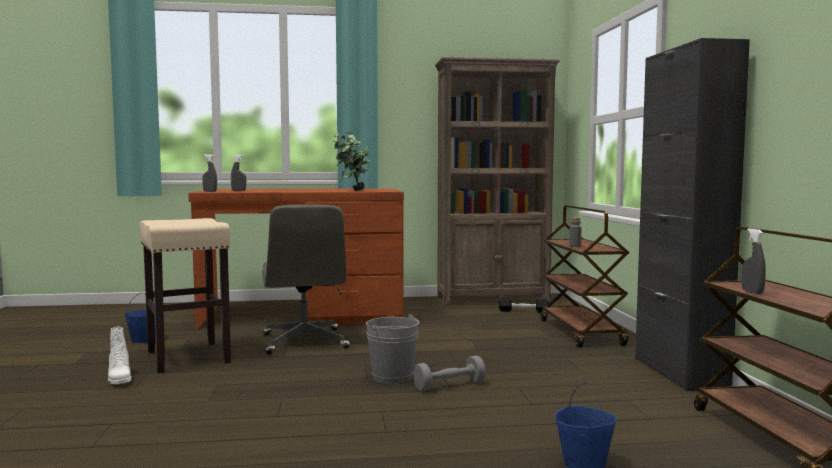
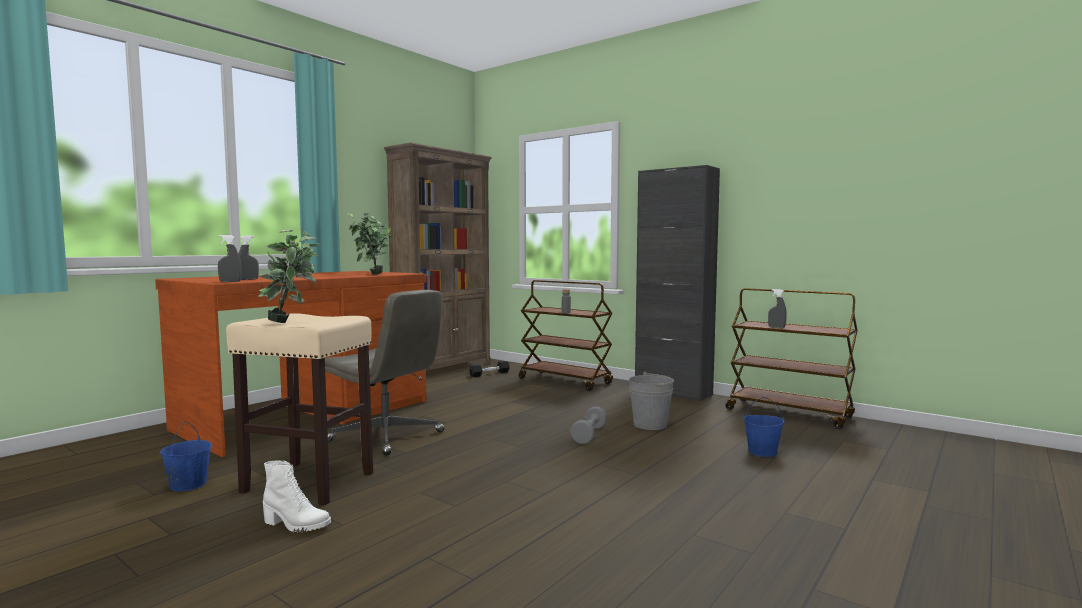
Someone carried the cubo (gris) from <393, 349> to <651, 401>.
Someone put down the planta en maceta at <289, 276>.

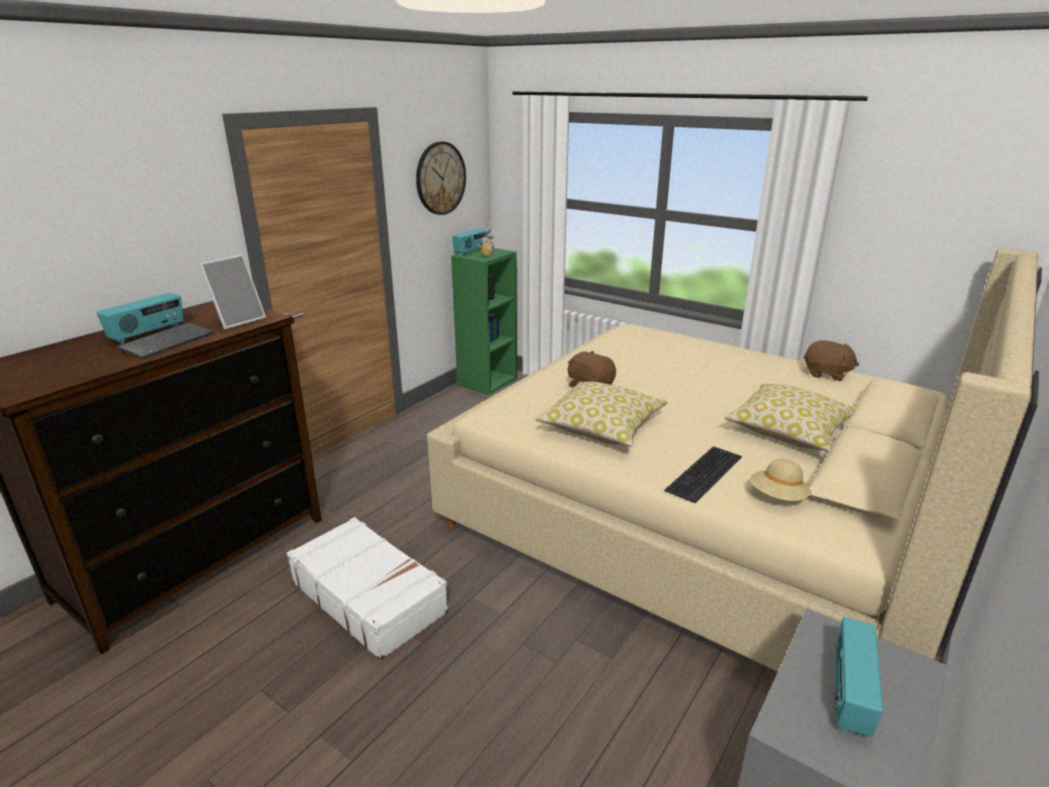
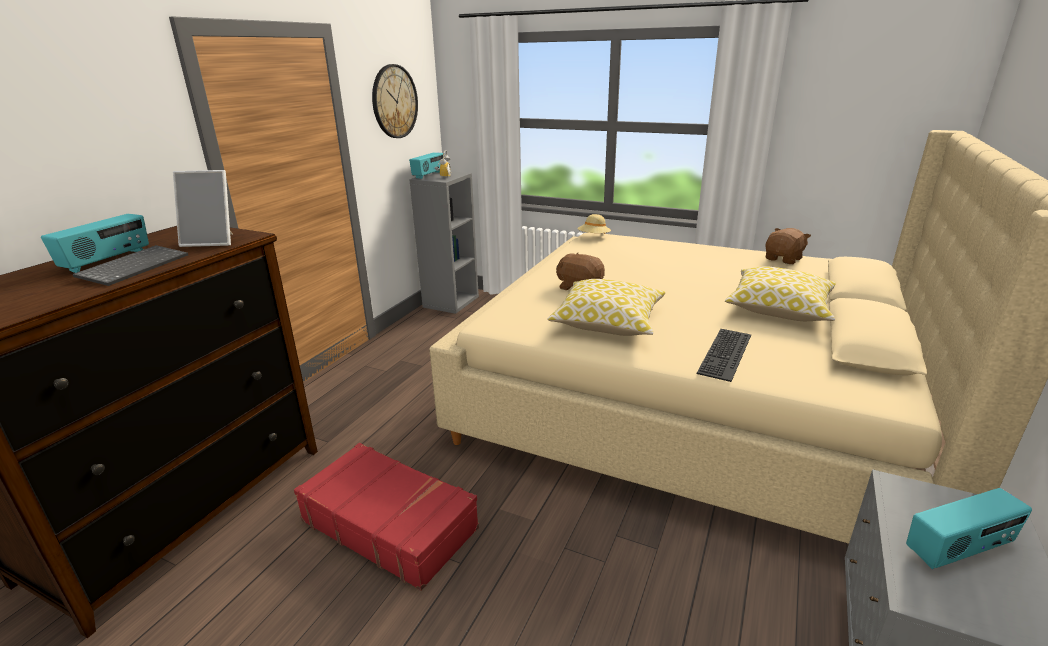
Someone repainted the estantería (verde) at <484, 321>, which became the estantería (gris) at <444, 242>.
Someone rotated the portarretratos at <232, 292> by 60 degrees clockwise.
Someone rotated the peluche (marrón) at <831, 361> by 60 degrees counterclockwise.
Someone carried the sombrero (beis) from <781, 480> to <594, 224>.
Someone repainted the maleta (blanco) at <367, 589>, which became the maleta (rojo) at <386, 517>.
Someone rotated the radio at <858, 677> by 120 degrees counterclockwise.

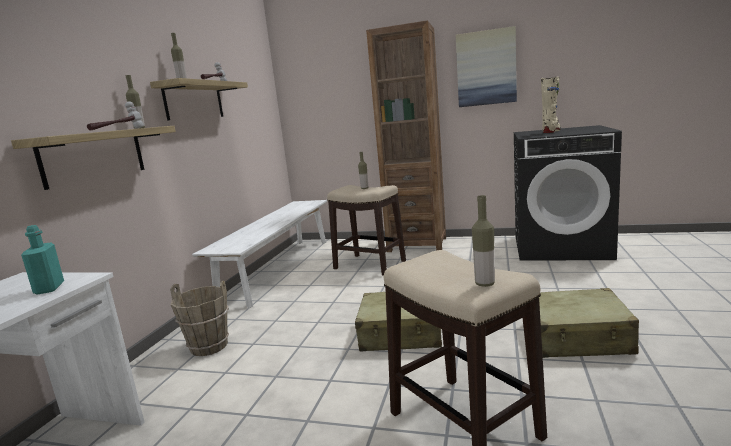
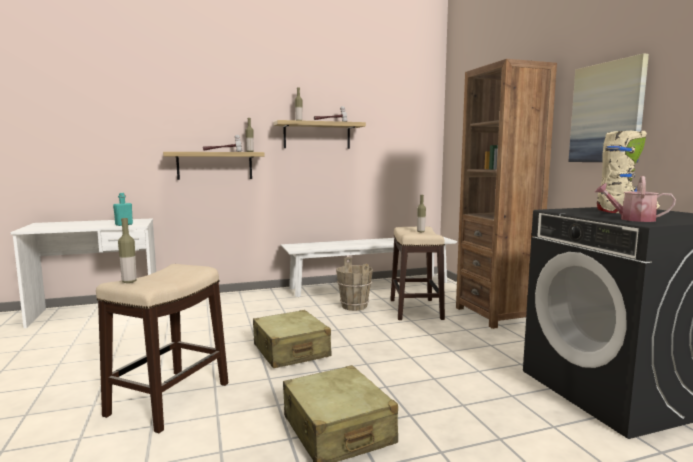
Someone carried the cubo (marrón) from <199, 318> to <354, 284>.
Someone put down the regadera at <635, 199>.

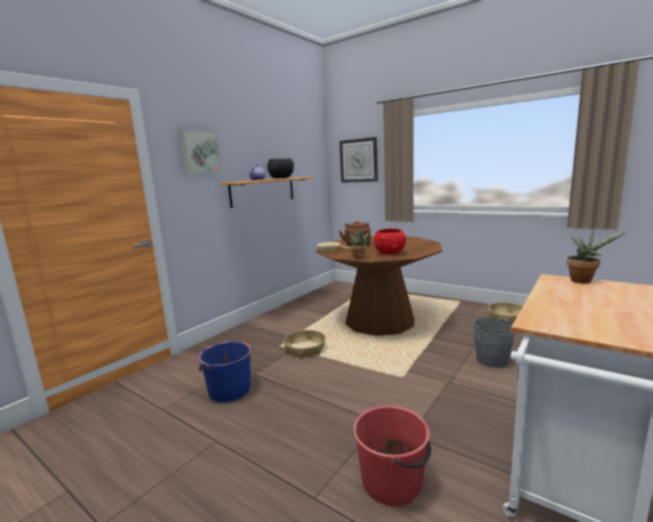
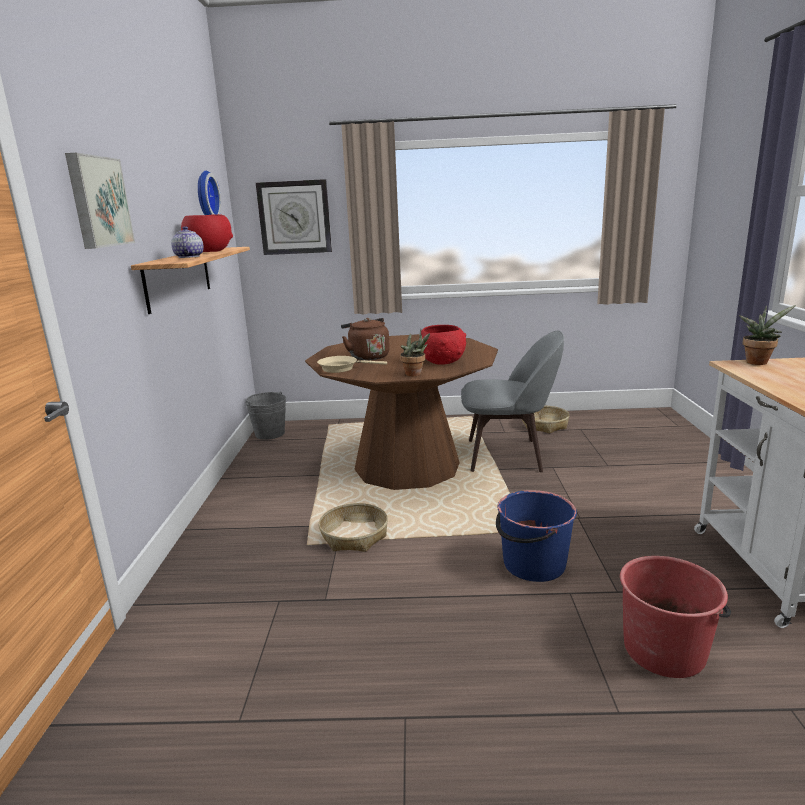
Someone repainted the cuenco (negro) at <280, 168>, which became the cuenco (rojo) at <207, 233>.
Someone carried the cubo (gris) from <493, 342> to <265, 416>.
Someone carried the cubo (azul) from <224, 371> to <536, 536>.
Someone put up the reloj de pared at <209, 192>.
Someone put down the silla (gris) at <512, 401>.

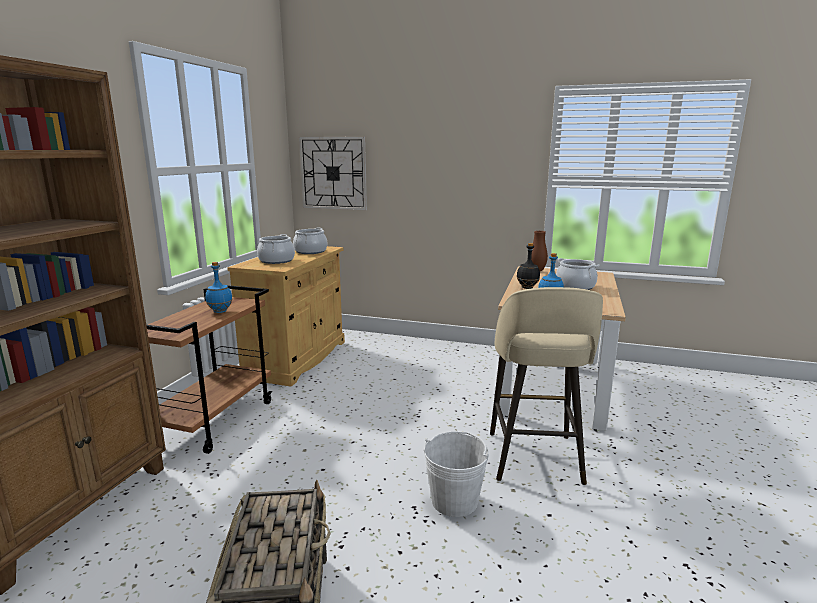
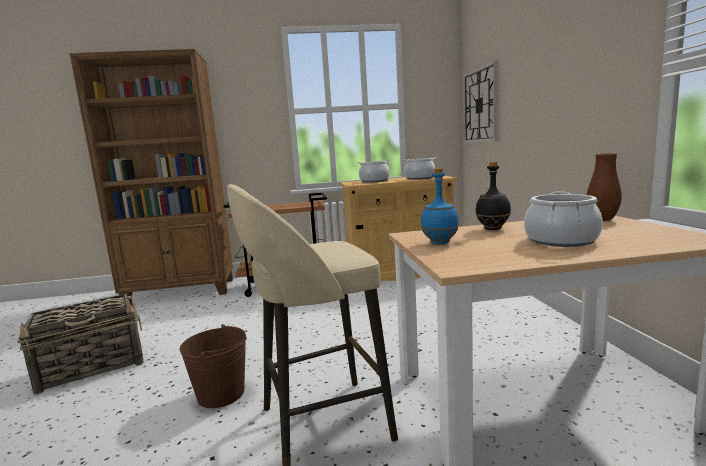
Someone took away the botella (azul) at <219, 287>.
Someone repainted the cubo (blanco) at <456, 474>, which became the cubo (marrón) at <213, 366>.

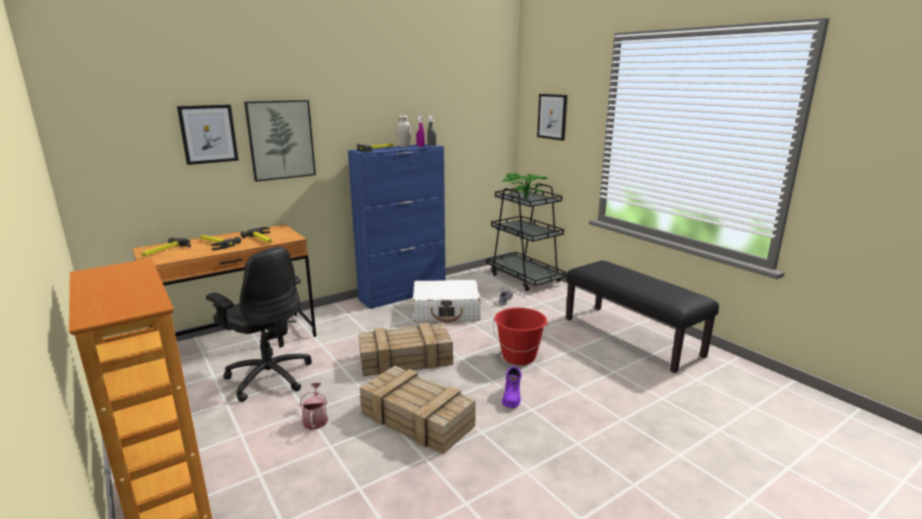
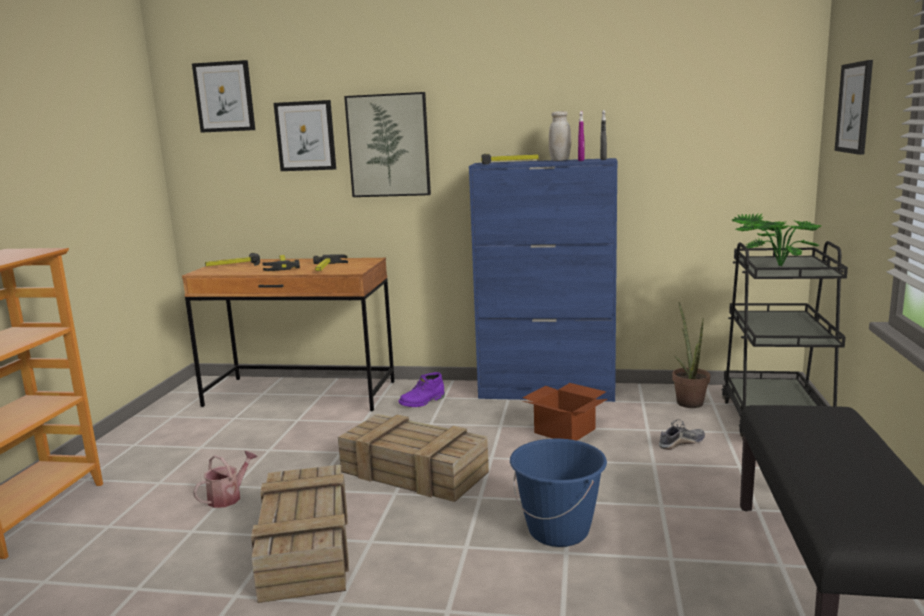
Someone took away the silla de oficina (negro) at <259, 324>.
Someone swapped the maleta (blanco) at <447, 301> for the caja de cartón at <565, 412>.
Someone repainted the cubo (rojo) at <520, 336>, which became the cubo (azul) at <558, 493>.
Someone carried the bota (morado) from <512, 387> to <421, 389>.
Someone put up the cuadro at <223, 96>.
Someone put down the planta en maceta at <691, 355>.

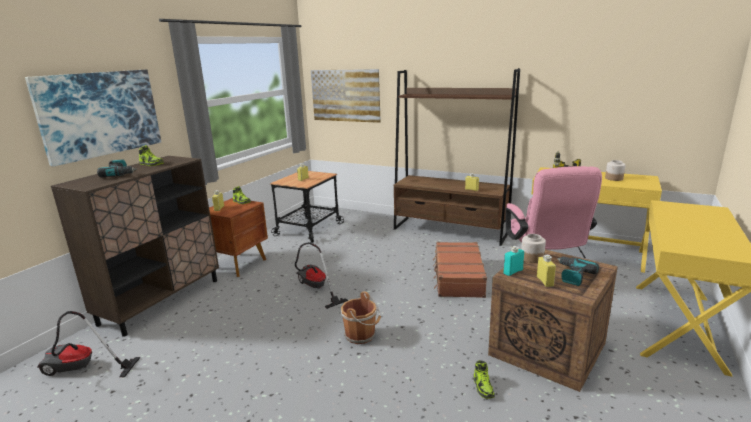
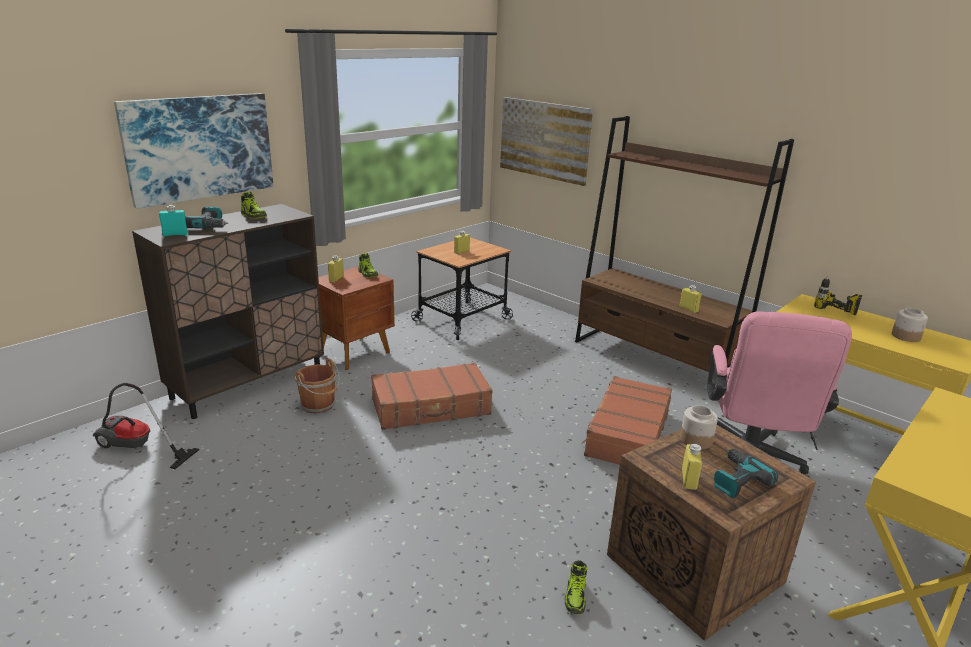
Someone swapped the aspiradora at <321, 275> for the maleta (marrón) at <431, 396>.
Someone carried the botella (turquesa) from <514, 261> to <173, 221>.
Someone carried the cubo (marrón) from <361, 318> to <317, 386>.

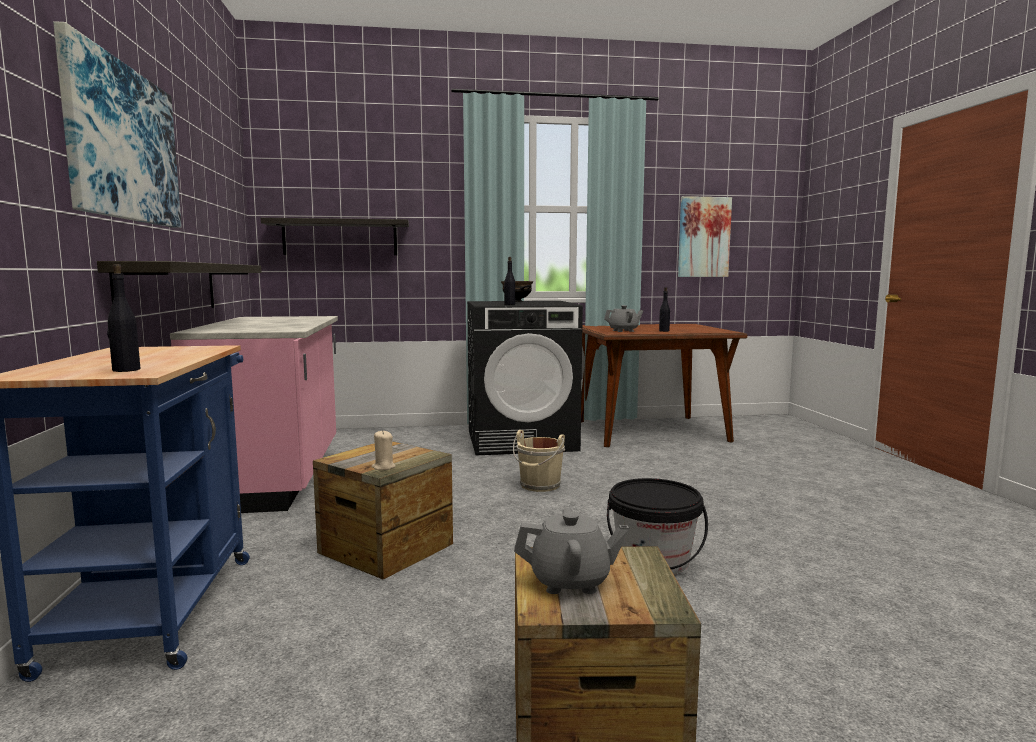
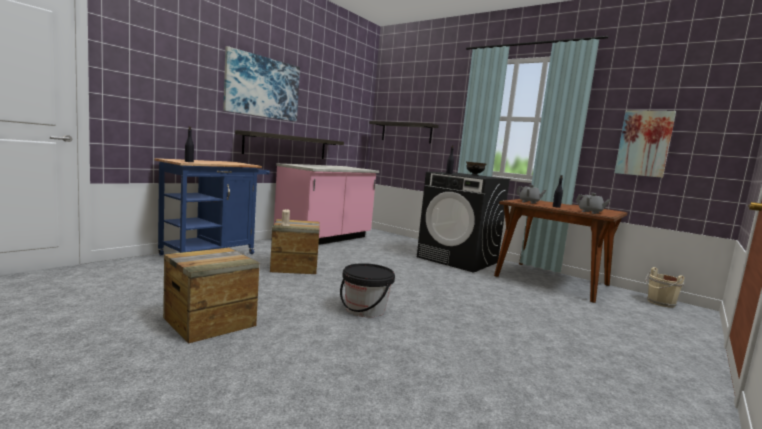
Someone carried the cubo (beis) from <539, 461> to <664, 287>.
Someone carried the tetera (gris) from <571, 551> to <593, 203>.

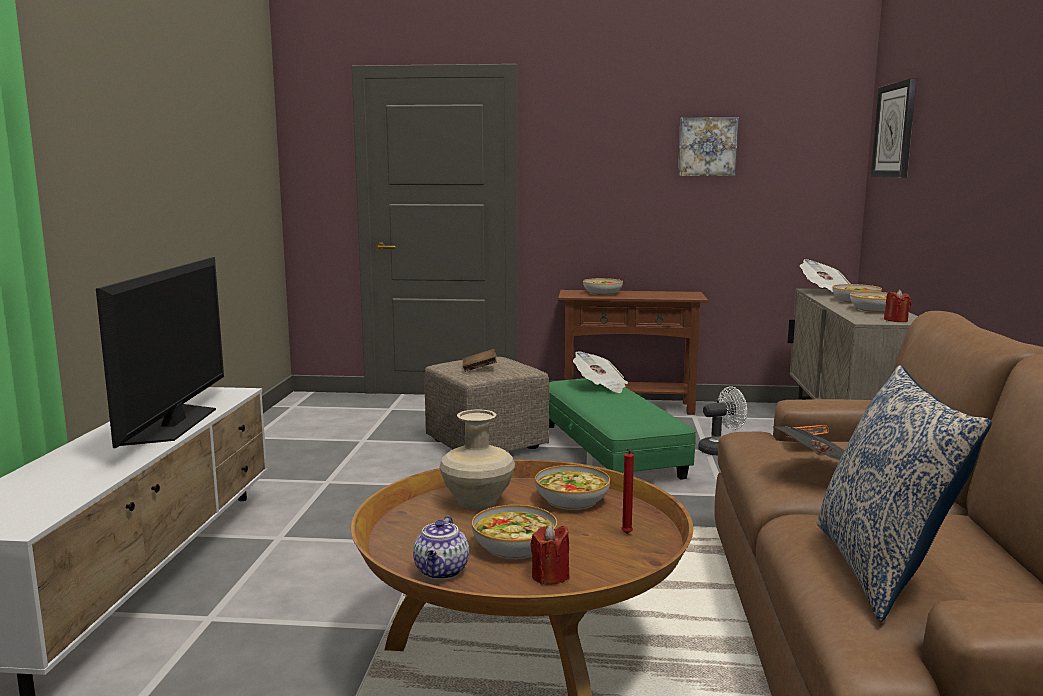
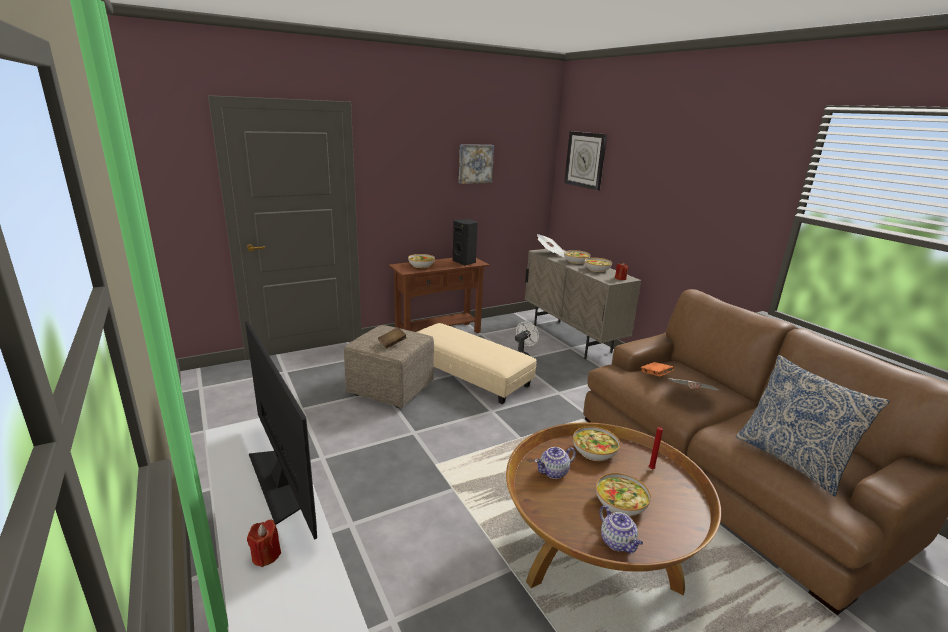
Someone took away the periódico at <600, 372>.
Someone repainted the puf (verde) at <622, 429>, which became the puf (beis) at <476, 363>.
Someone swapped the florero (beis) at <477, 460> for the tetera at <555, 463>.
Someone carried the vela (rojo) from <550, 554> to <264, 543>.
Someone put down the altavoz (negro) at <465, 242>.

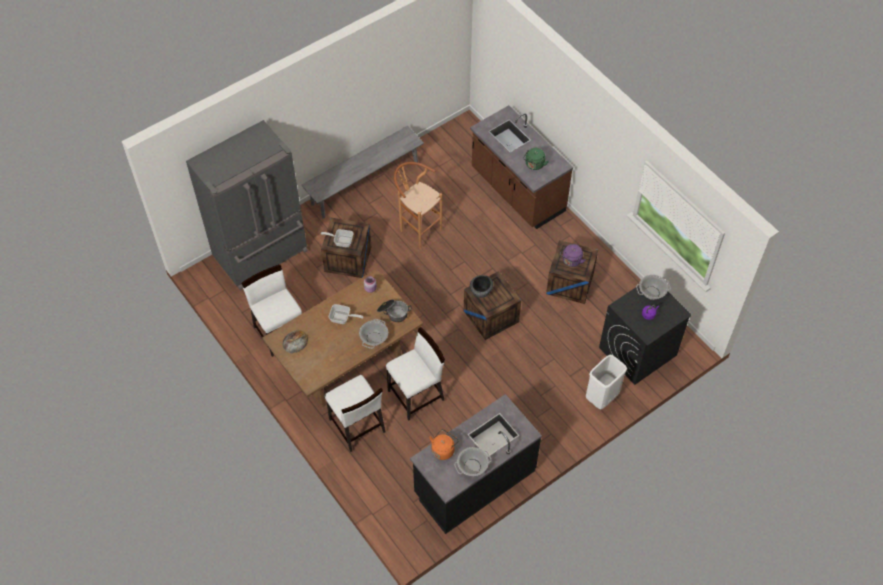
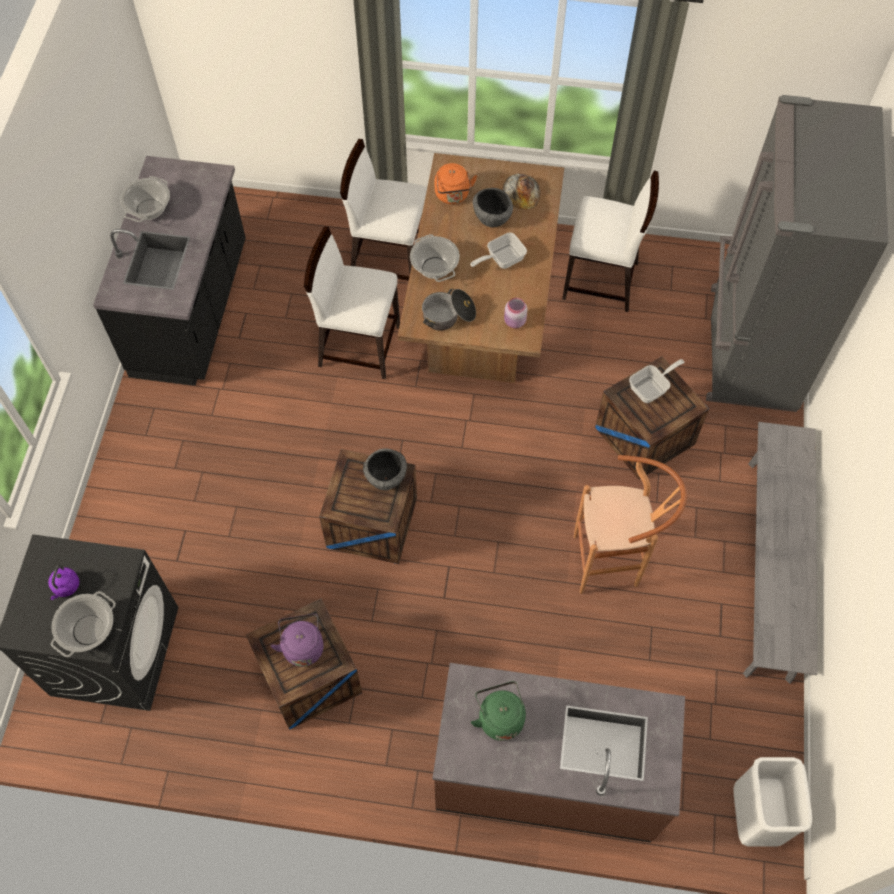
Someone rotated the silla (blanco) at <415, 374> by 90 degrees clockwise.
Someone carried the papelera (blanco) from <606, 381> to <773, 802>.
Someone carried the hervidor (naranja) from <444, 444> to <456, 183>.
Someone put down the cuenco at <493, 207>.

